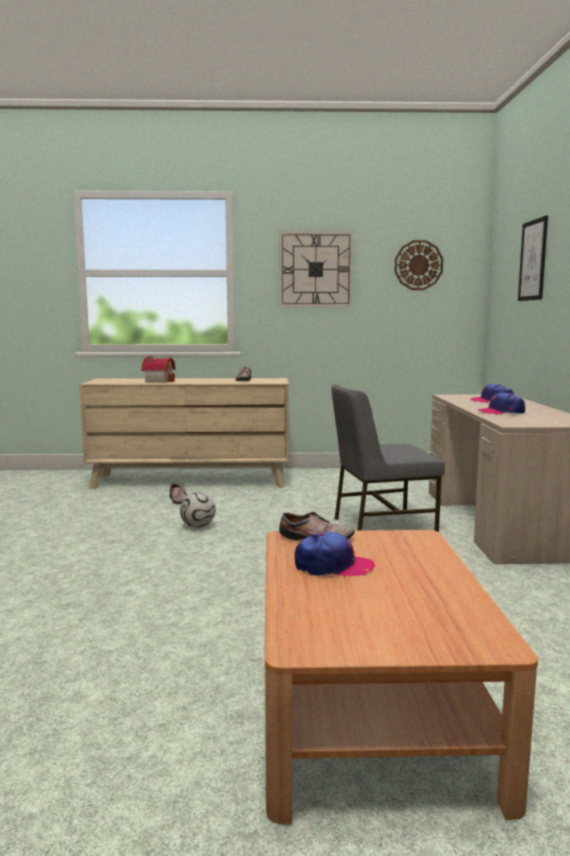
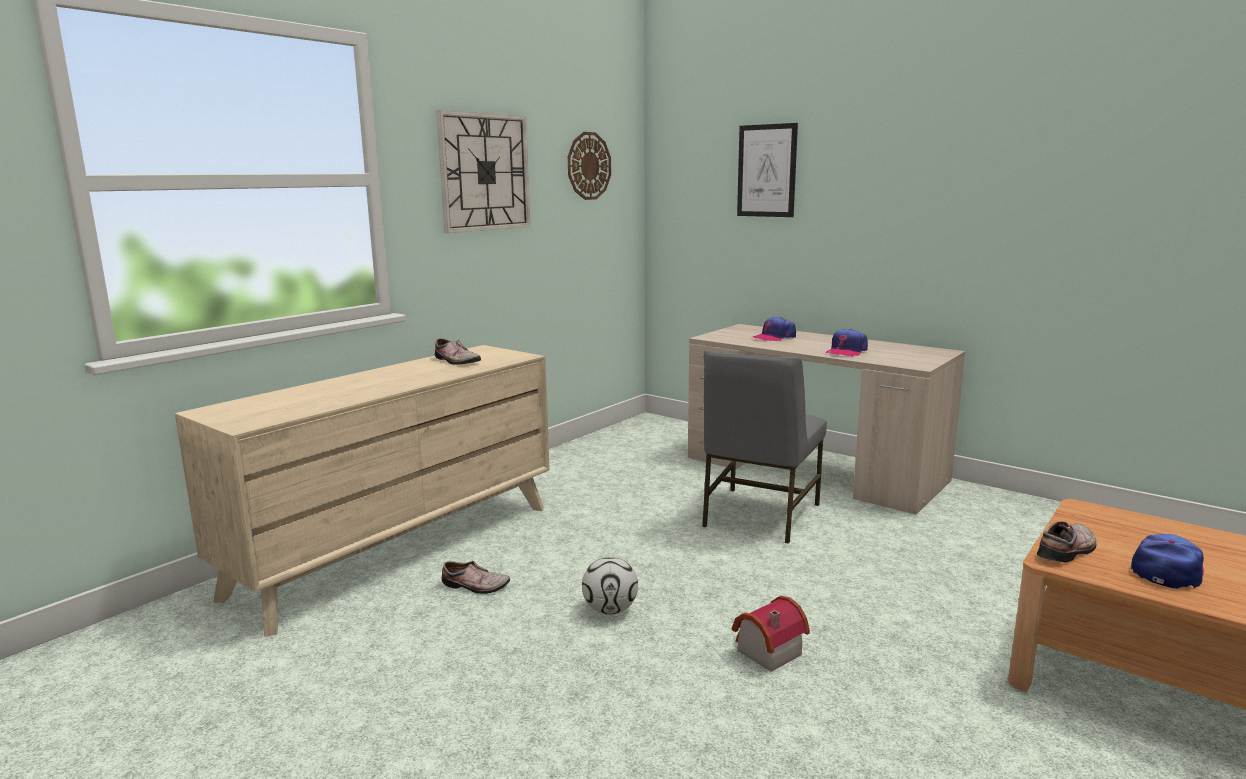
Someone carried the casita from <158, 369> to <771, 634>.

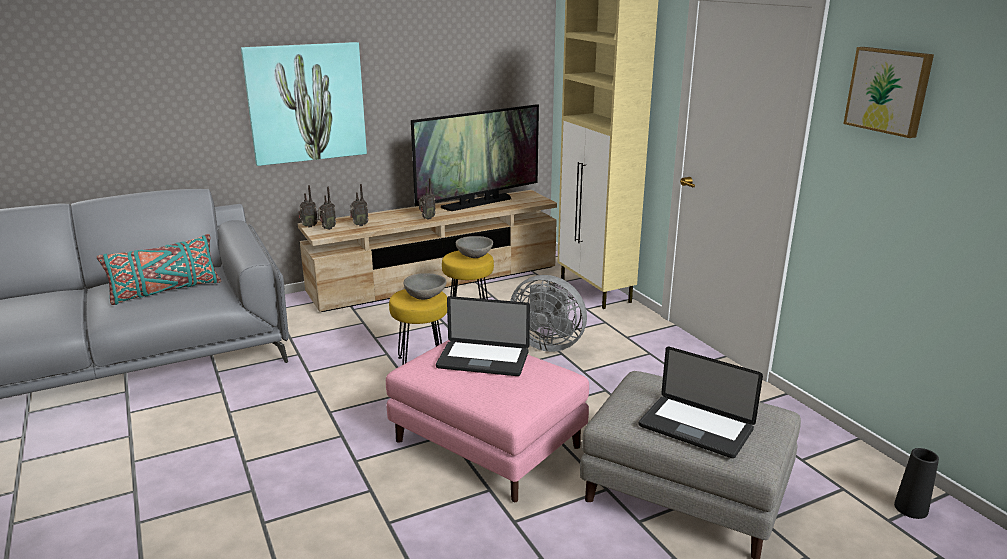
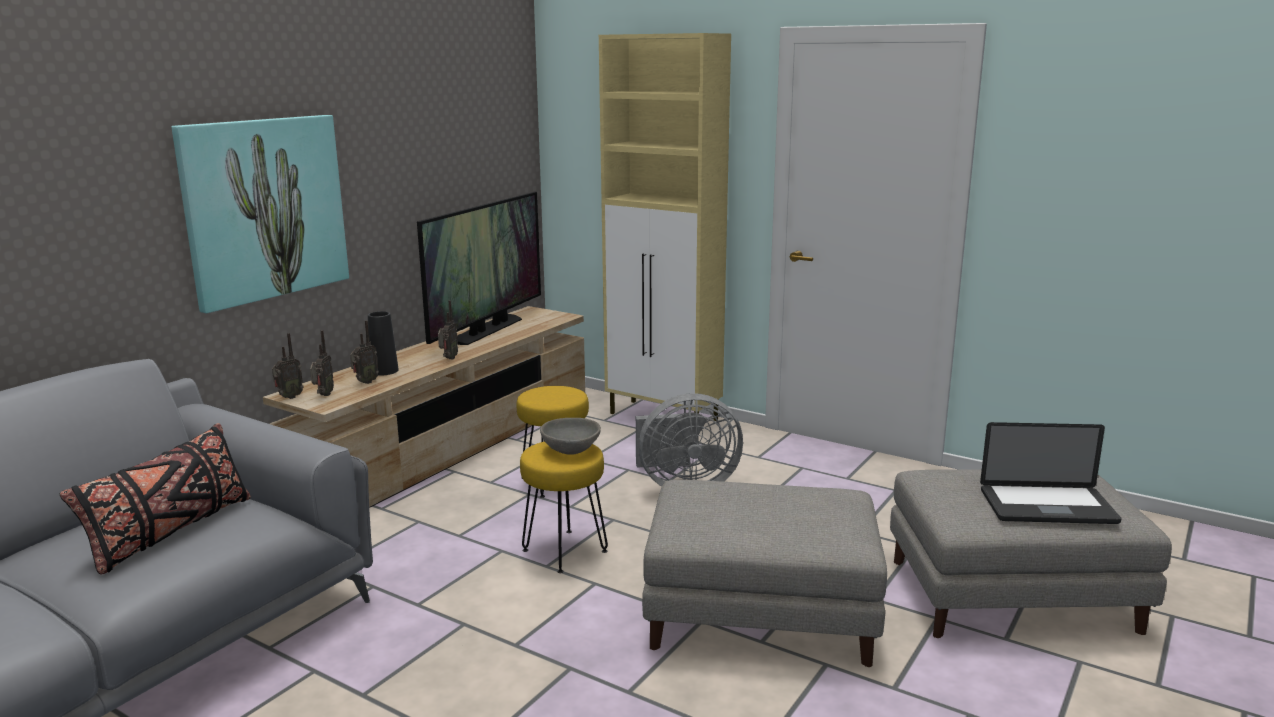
Someone took away the cuadro at <888, 92>.
Someone repainted the cojín (turquesa) at <159, 269>, which became the cojín (negro) at <155, 498>.
Someone took away the cuenco (gris) at <474, 247>.
Someone took away the portátil at <483, 336>.
Someone repainted the puf (rosa) at <487, 421>, which became the puf (gris) at <764, 573>.
Someone carried the florero (negro) from <916, 483> to <383, 343>.

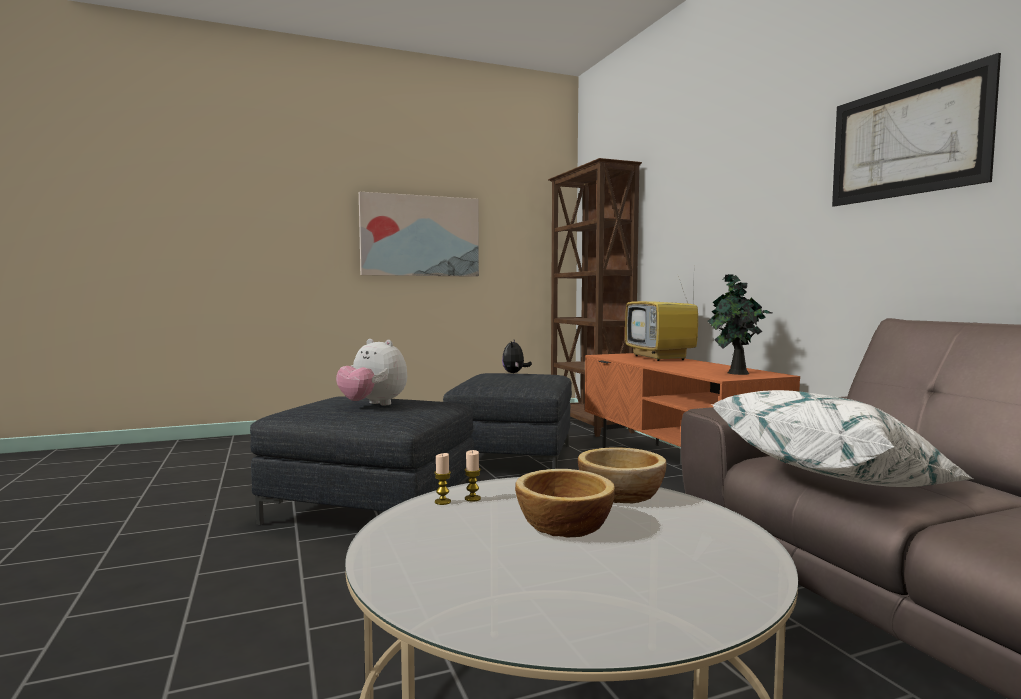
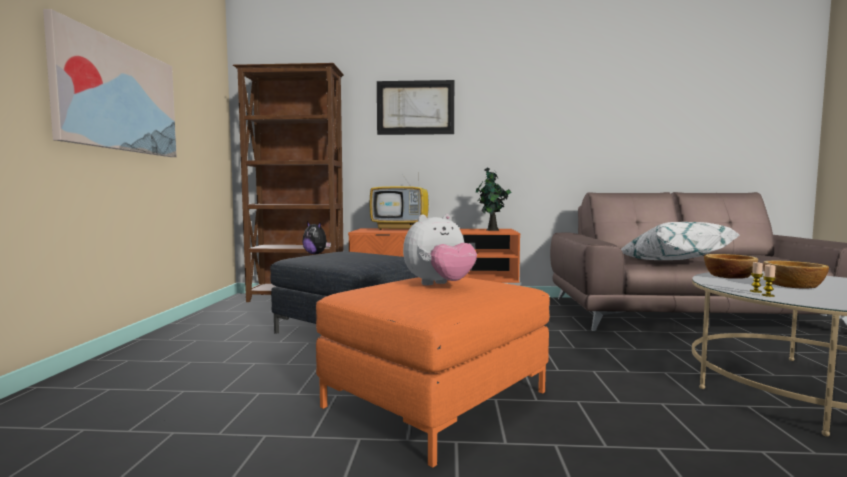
Someone carried the cuadro from <916, 130> to <415, 107>.
Someone repainted the puf (gris) at <362, 460>, which became the puf (naranja) at <433, 372>.

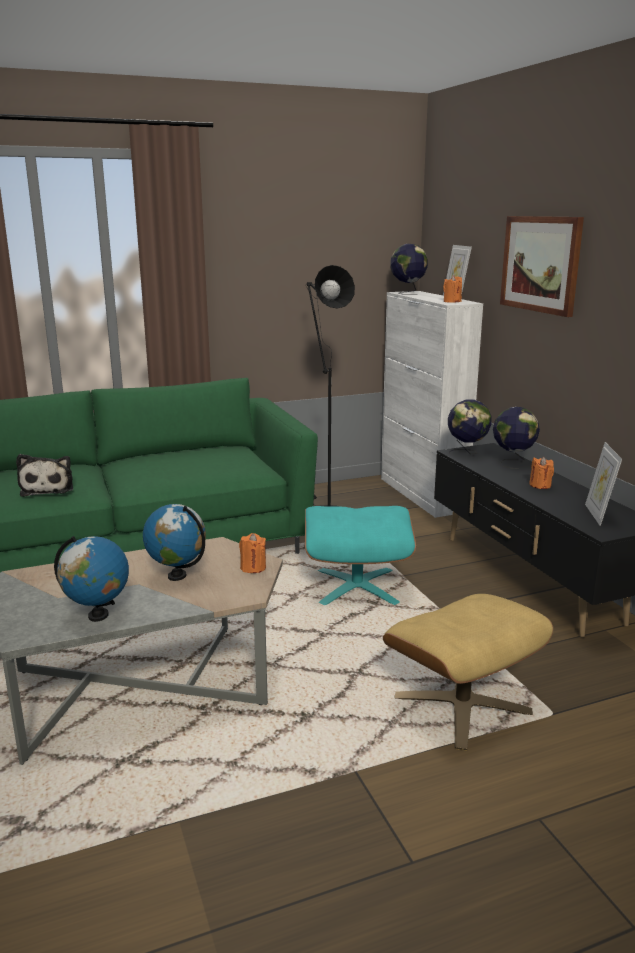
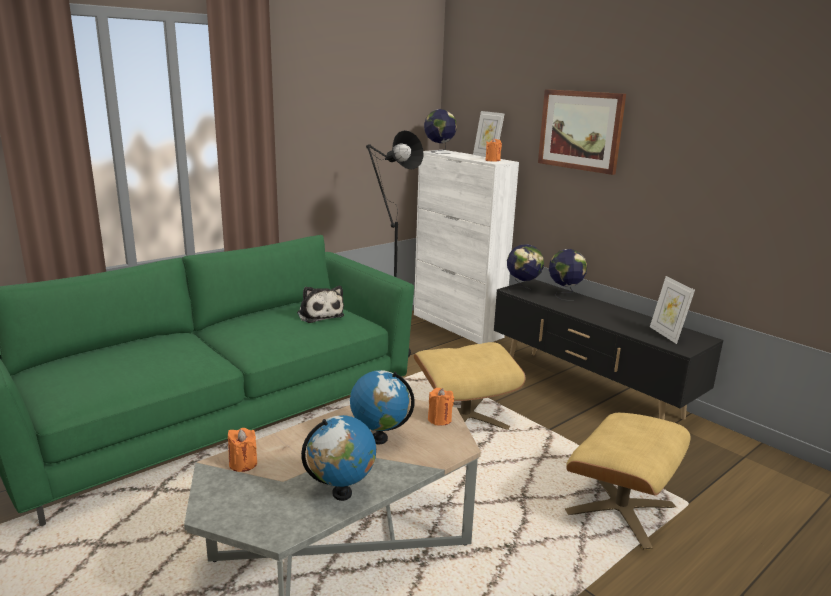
Someone carried the peluche from <44, 475> to <320, 304>.
Someone carried the vela (naranja) from <541, 473> to <242, 450>.
Someone repainted the puf (turquesa) at <360, 555>, which became the puf (beis) at <469, 386>.

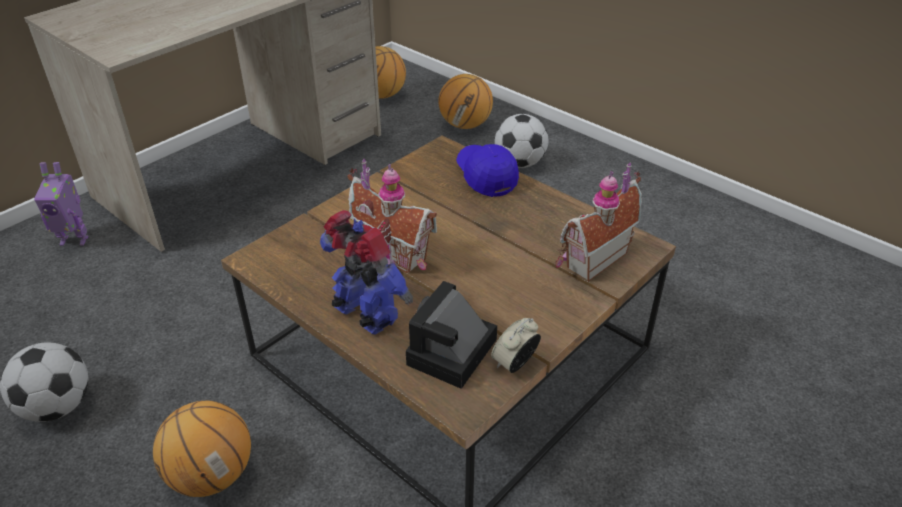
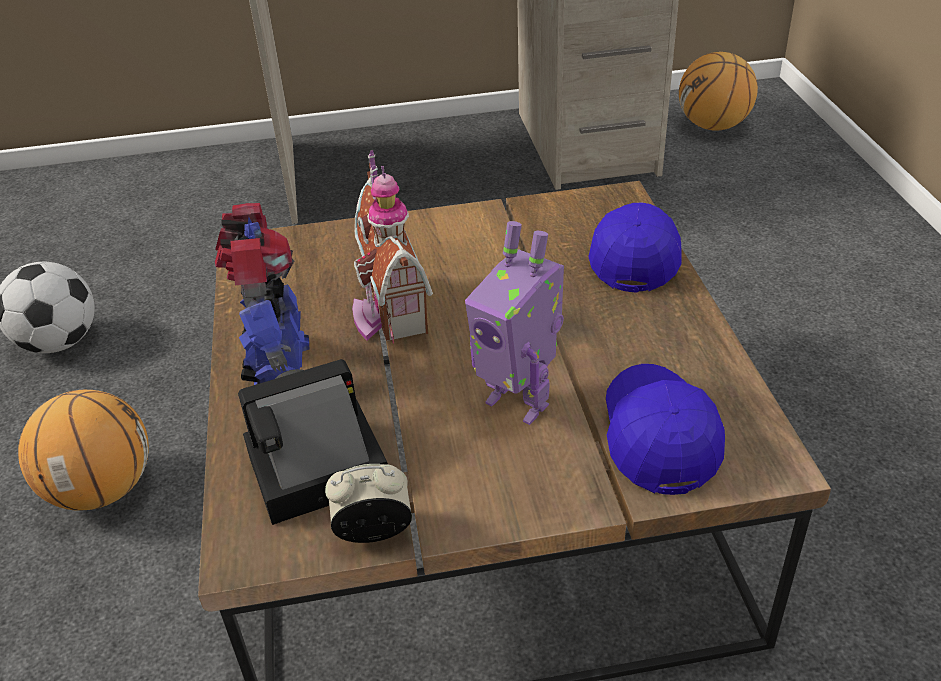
Someone took away the balón de baloncesto at <465, 101>.
Someone took away the balón de fútbol at <521, 141>.
Someone carried the robot de juguete from <61, 204> to <514, 323>.
Someone swapped the casita at <598, 222> for the gorra (azul) at <665, 429>.

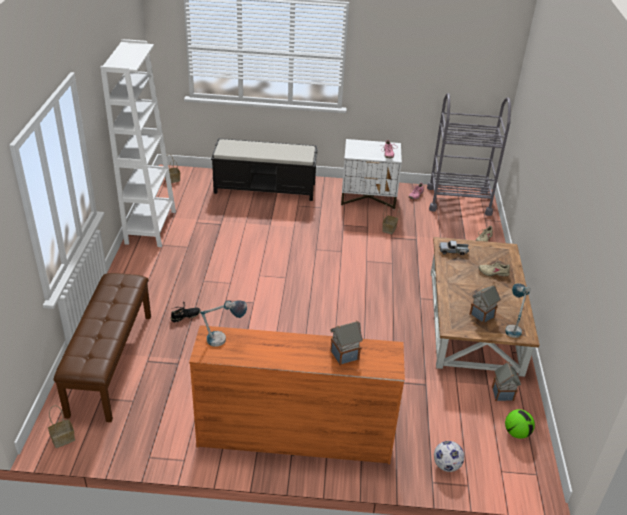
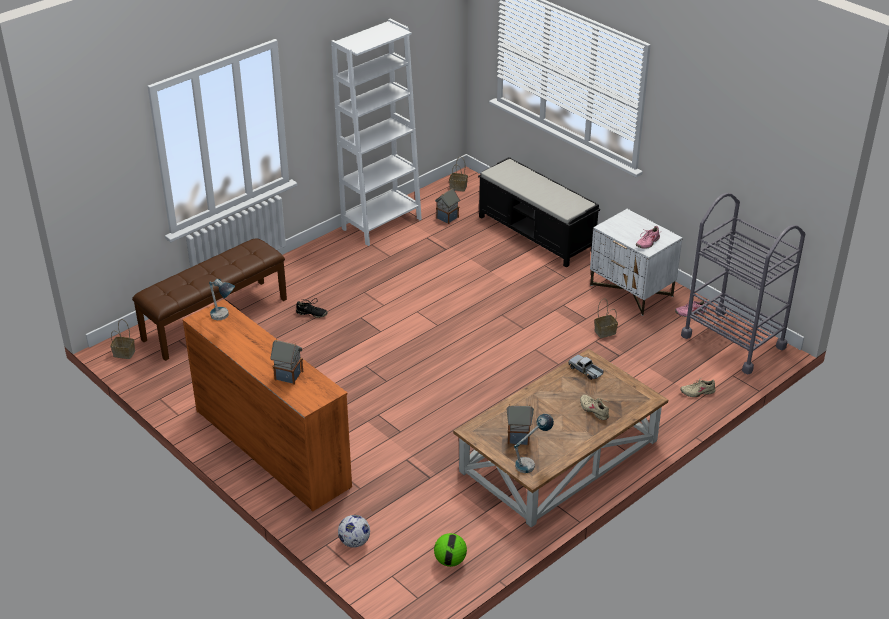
Someone carried the casita from <506, 381> to <447, 206>.

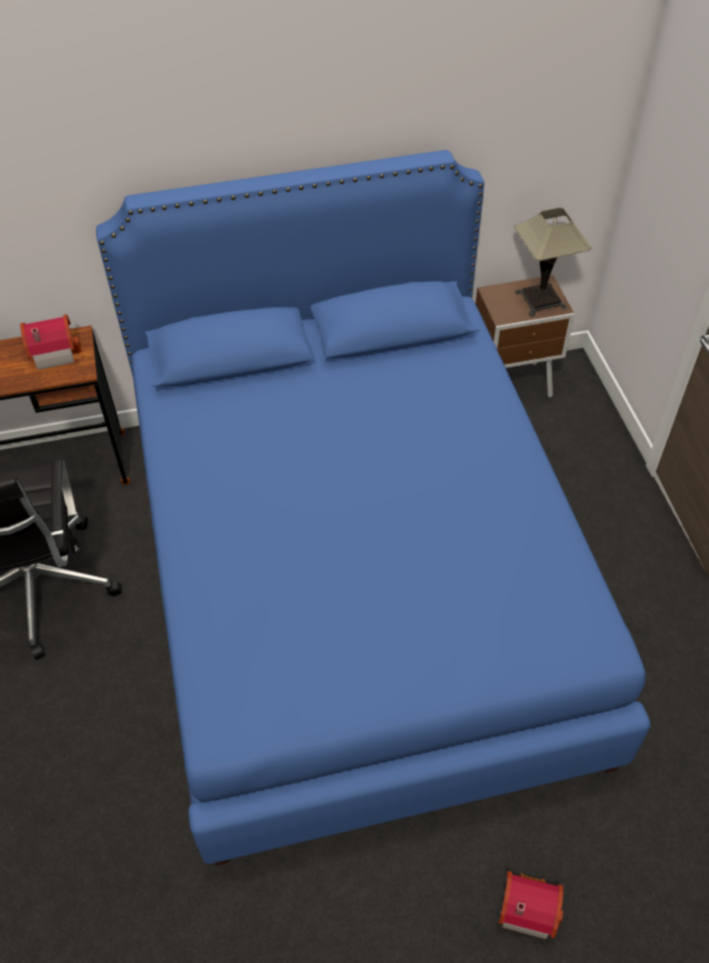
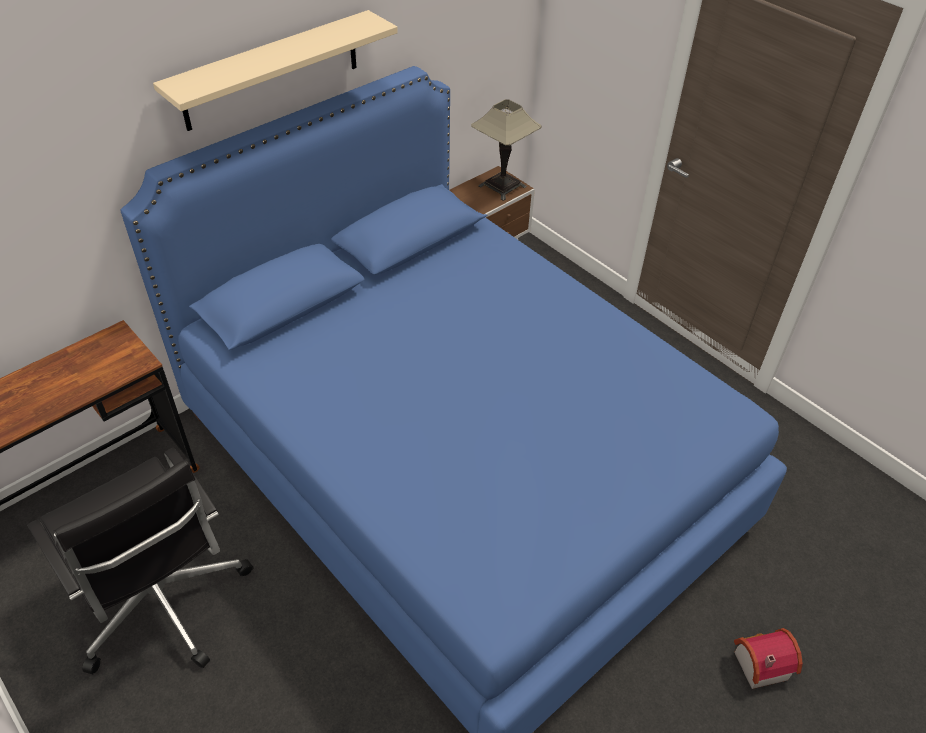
Someone took away the casita at <51, 342>.
Someone put up the estante (beis) at <275, 70>.

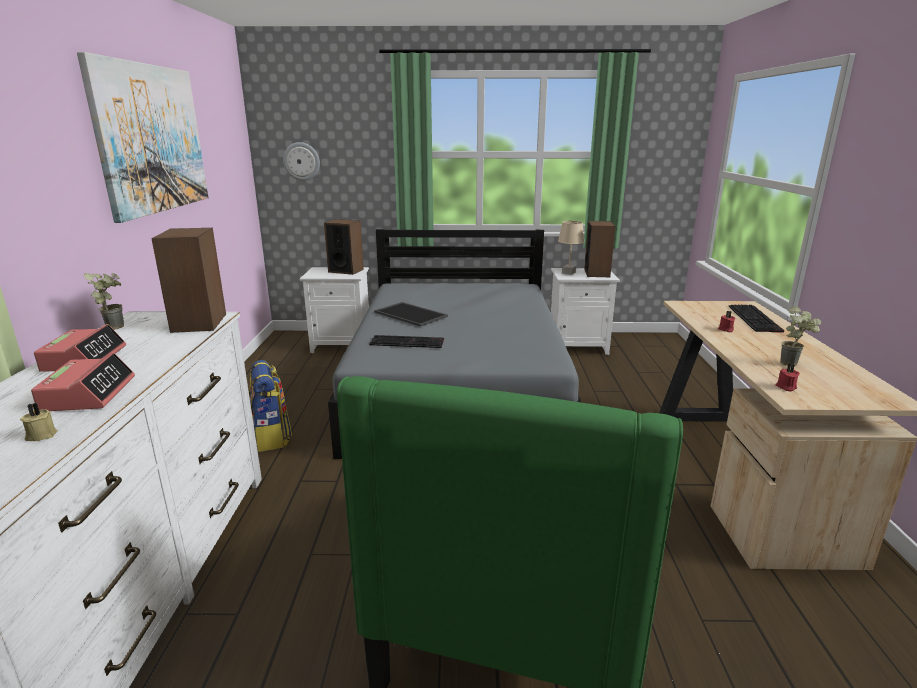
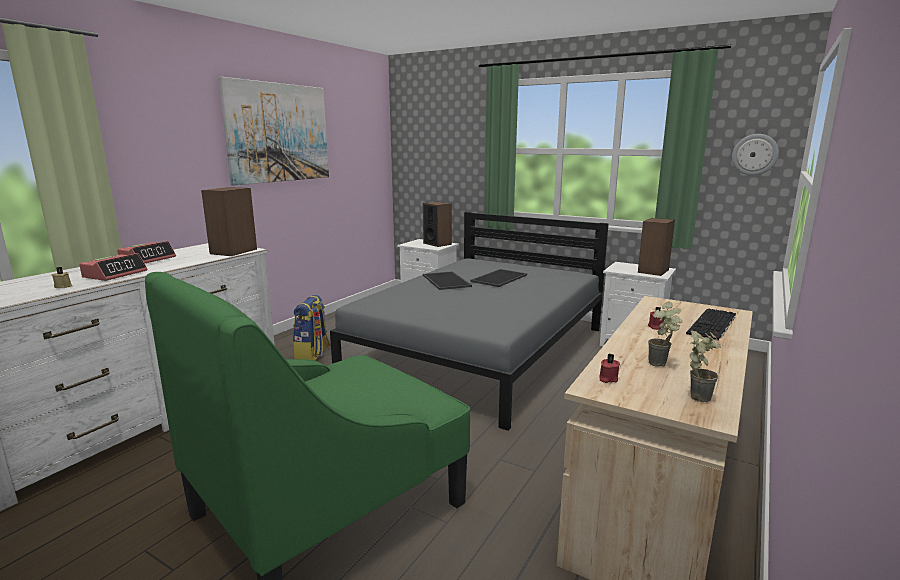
Someone carried the reloj de pared from <301, 161> to <755, 155>.
Someone took away the lámpara de mesa (beis) at <571, 248>.
Someone carried the planta en maceta from <104, 301> to <705, 366>.
Someone took away the teclado at <406, 341>.
Someone put down the bandeja at <498, 278>.

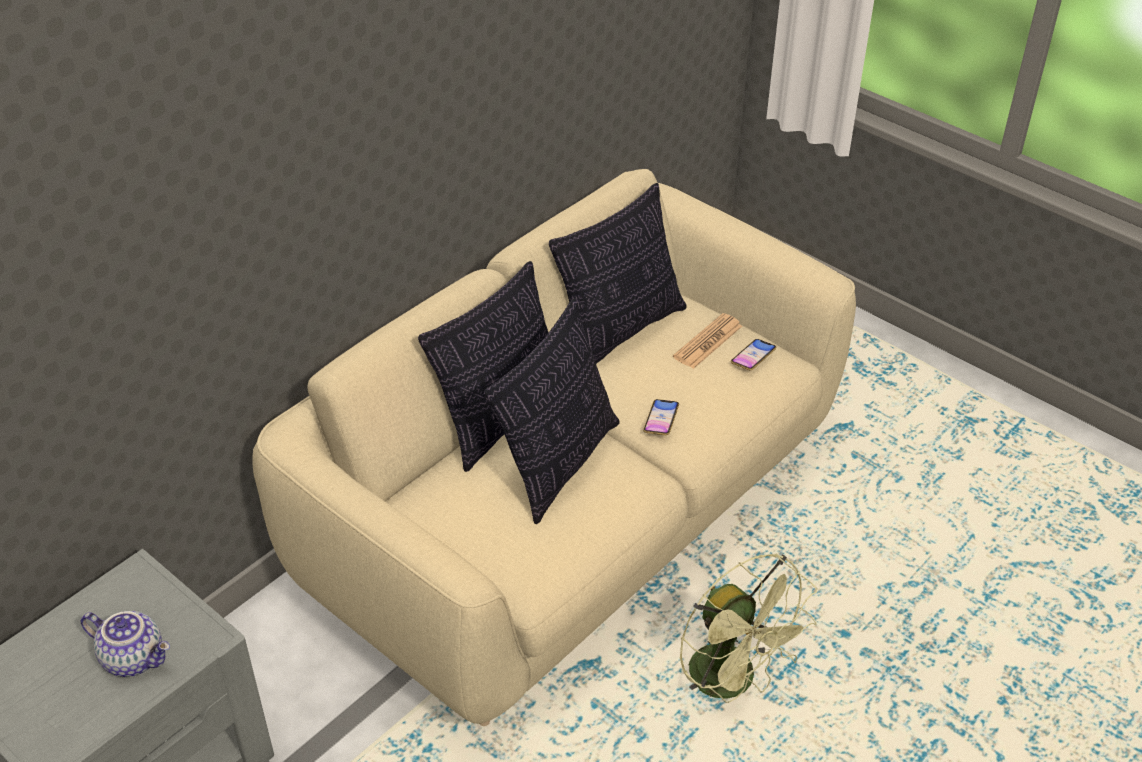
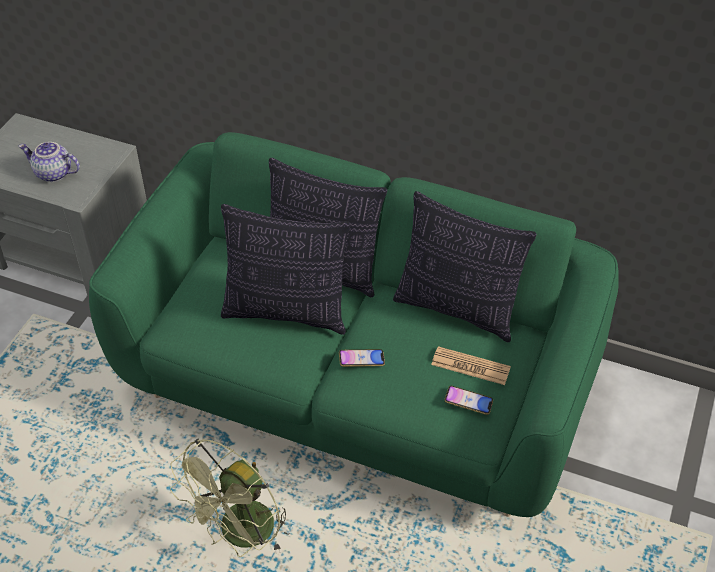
Someone repainted the sofá (beis) at <554, 447>, which became the sofá (verde) at <354, 324>.
Someone rotated the tetera at <125, 644> by 105 degrees clockwise.

